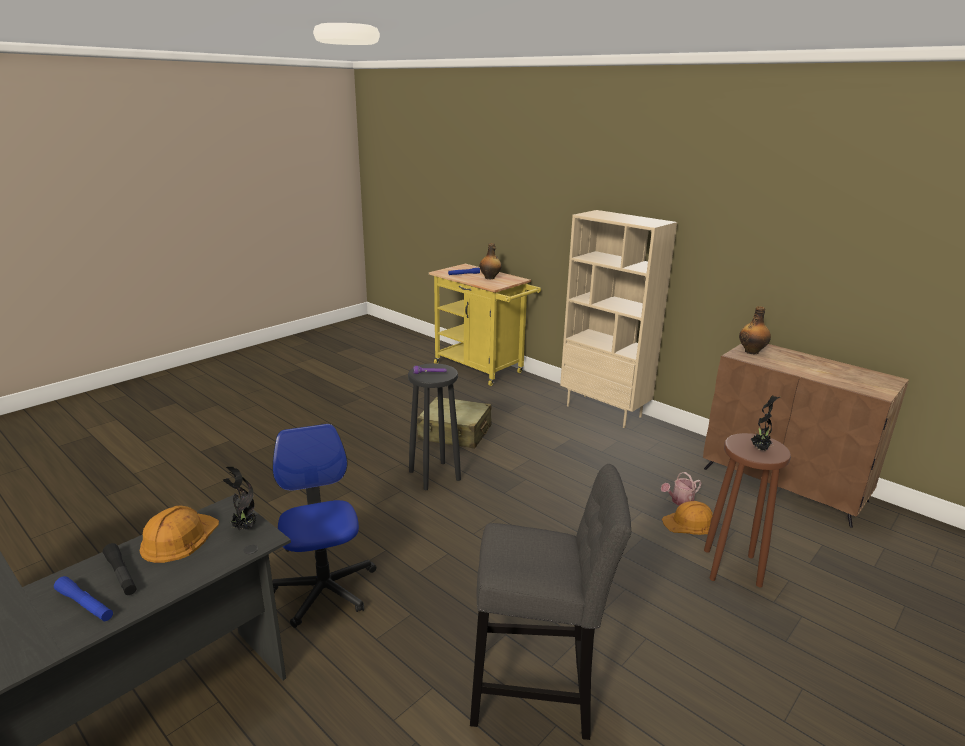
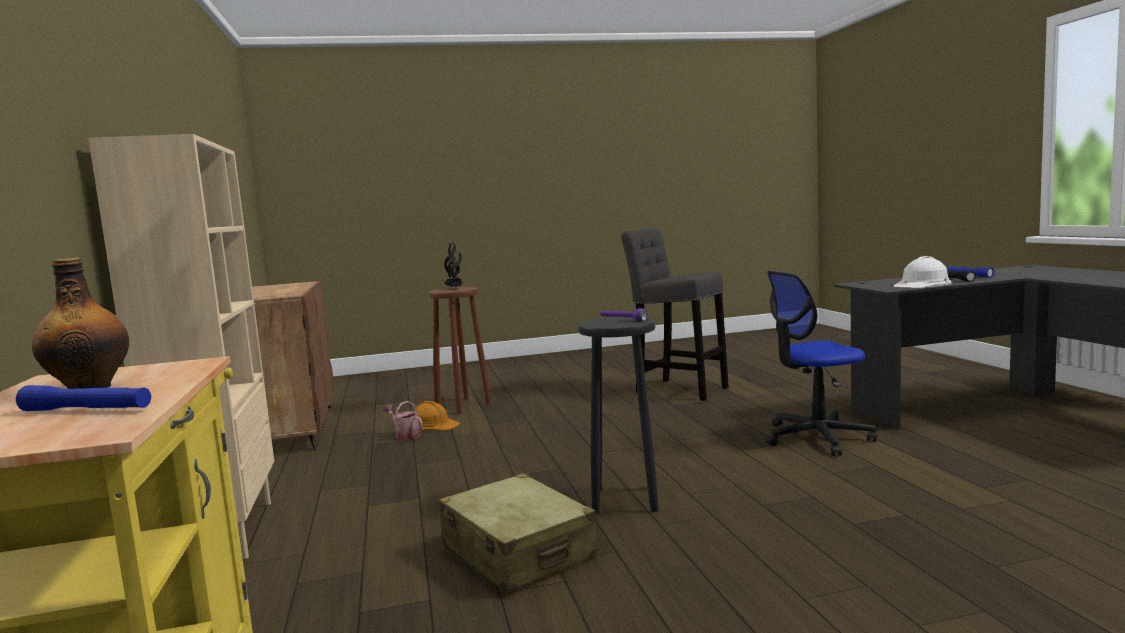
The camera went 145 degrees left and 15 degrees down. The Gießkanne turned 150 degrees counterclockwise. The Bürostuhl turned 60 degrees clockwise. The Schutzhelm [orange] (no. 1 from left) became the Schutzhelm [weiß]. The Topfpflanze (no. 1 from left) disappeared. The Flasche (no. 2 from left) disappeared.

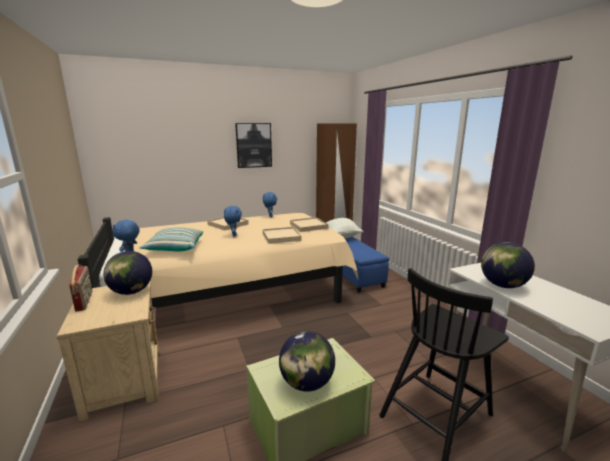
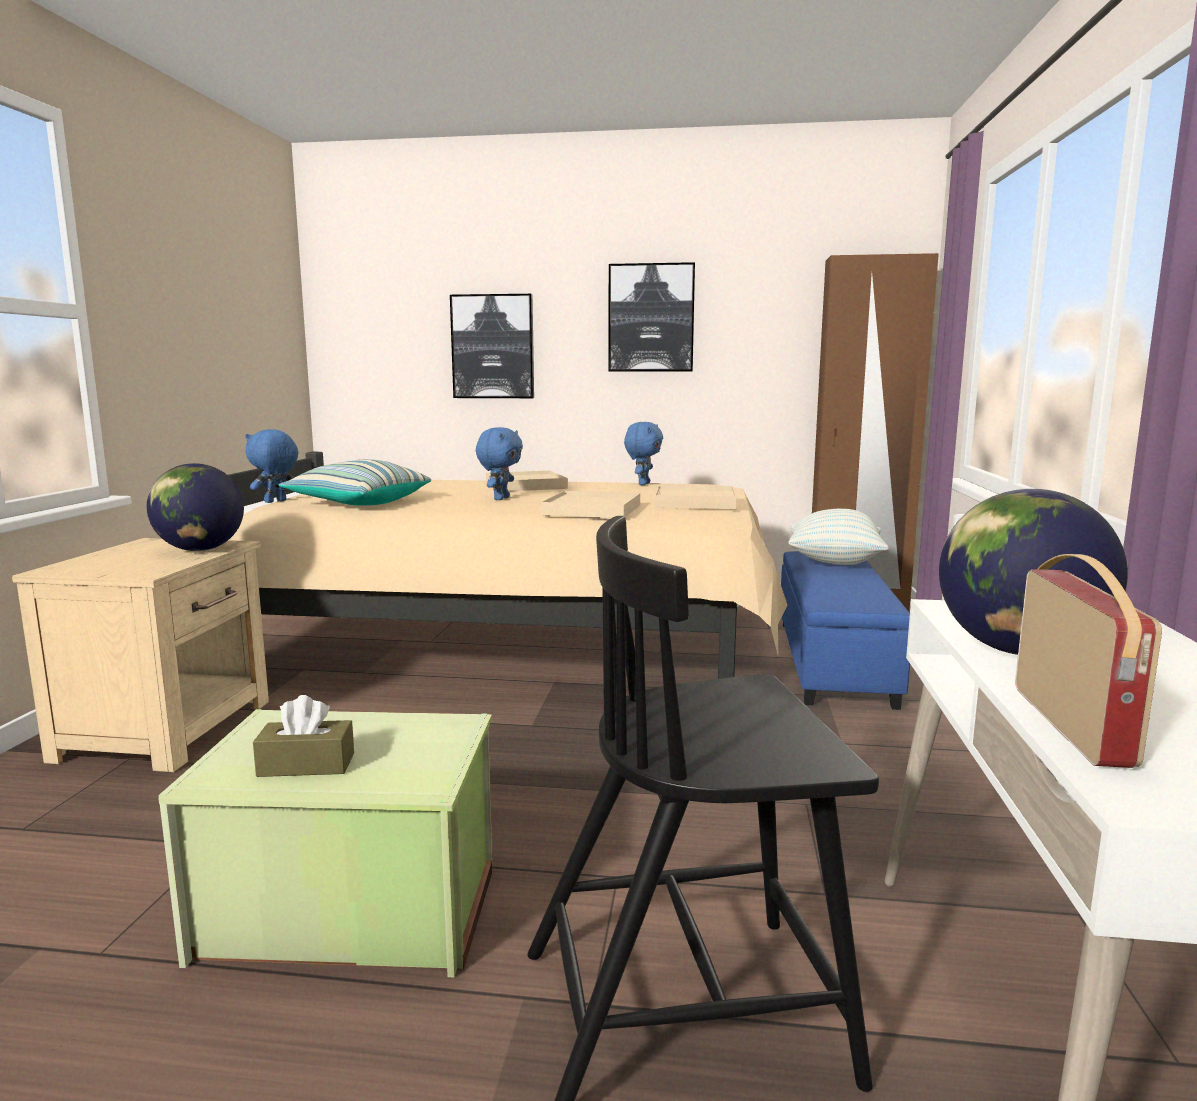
The camera went 30 degrees right and 5 degrees down. The Globus (no. 2 from left) was replaced by the Taschentuchbox [braun]. The Bild (no. 1 from left) appeared. The Radio moved.

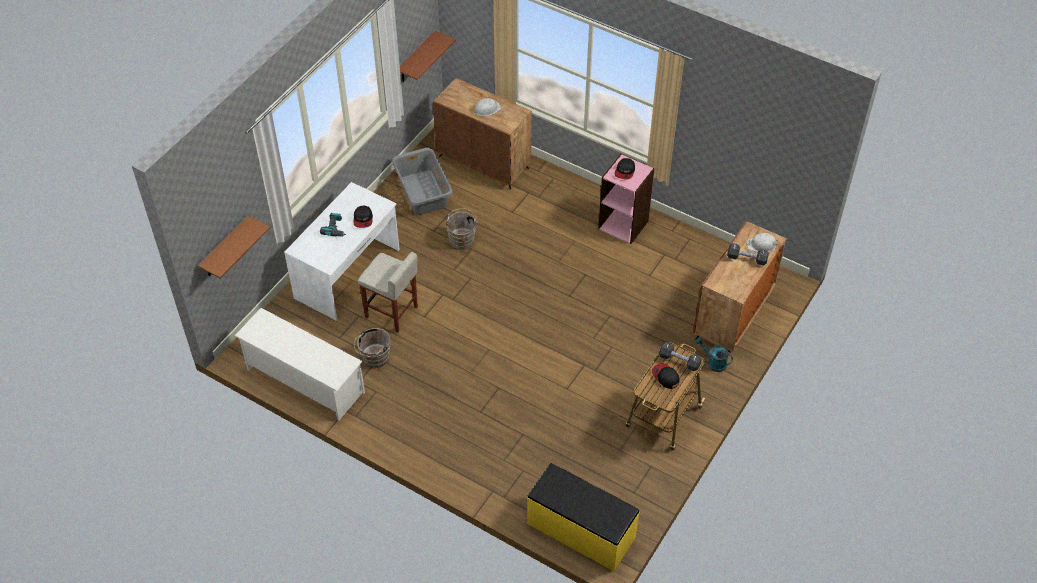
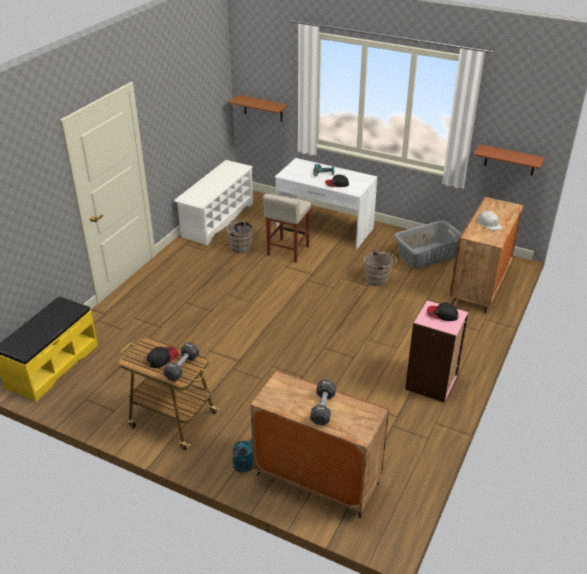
The camera went 85 degrees right and 15 degrees down. The Schutzhelm [weiß] (no. 2 from left) disappeared.

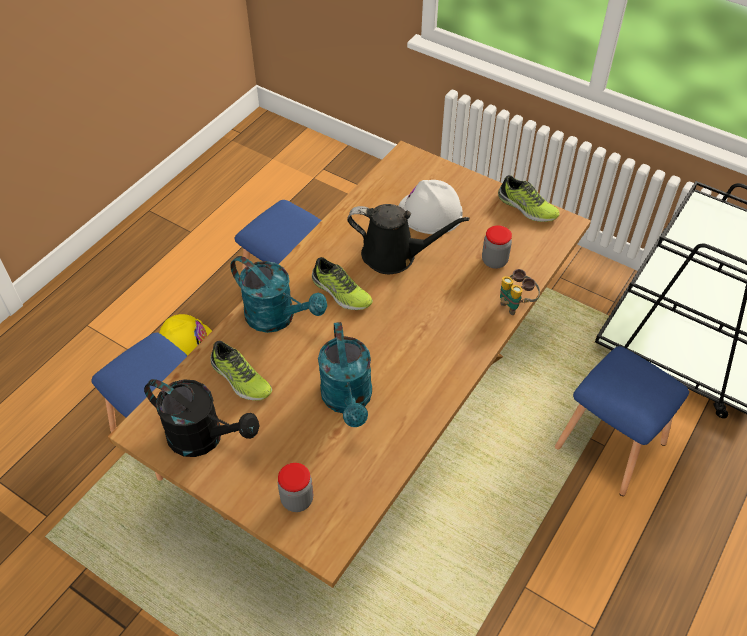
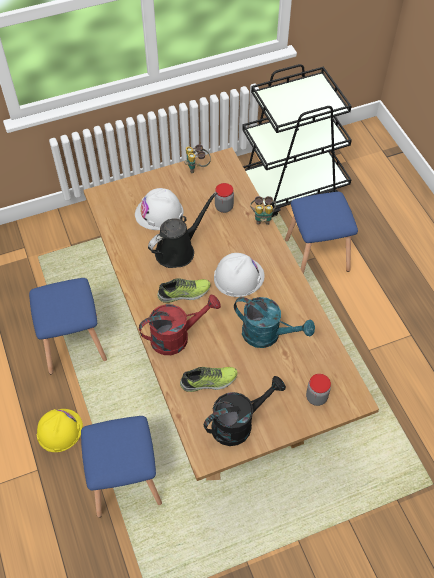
The camera went 55 degrees left and 5 degrees up. The Gießkanne [türkis] (no. 1 from left) became the Gießkanne [rot]. The Schuh (no. 3 from left) was replaced by the Fernglas (no. 1 from left). The Schutzhelm [weiß] (no. 2 from left) appeared.

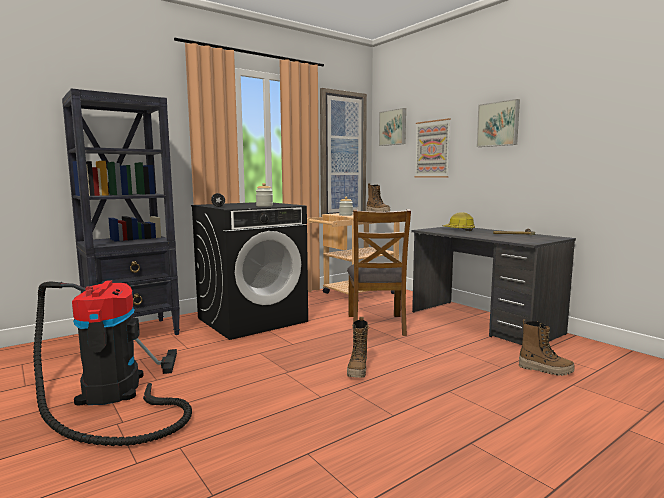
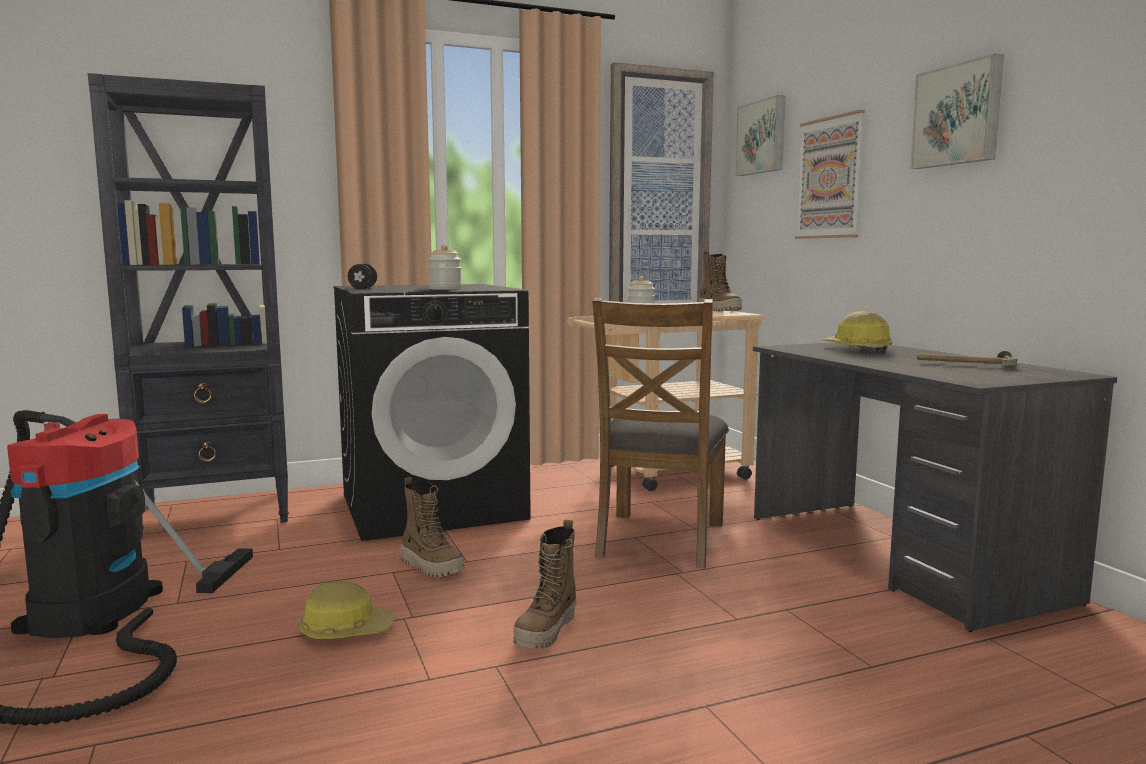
The camera went 15 degrees right and 0 degrees up. The Schutzhelm (no. 1 from left) appeared. The Stiefel (no. 3 from left in the first image) moved.

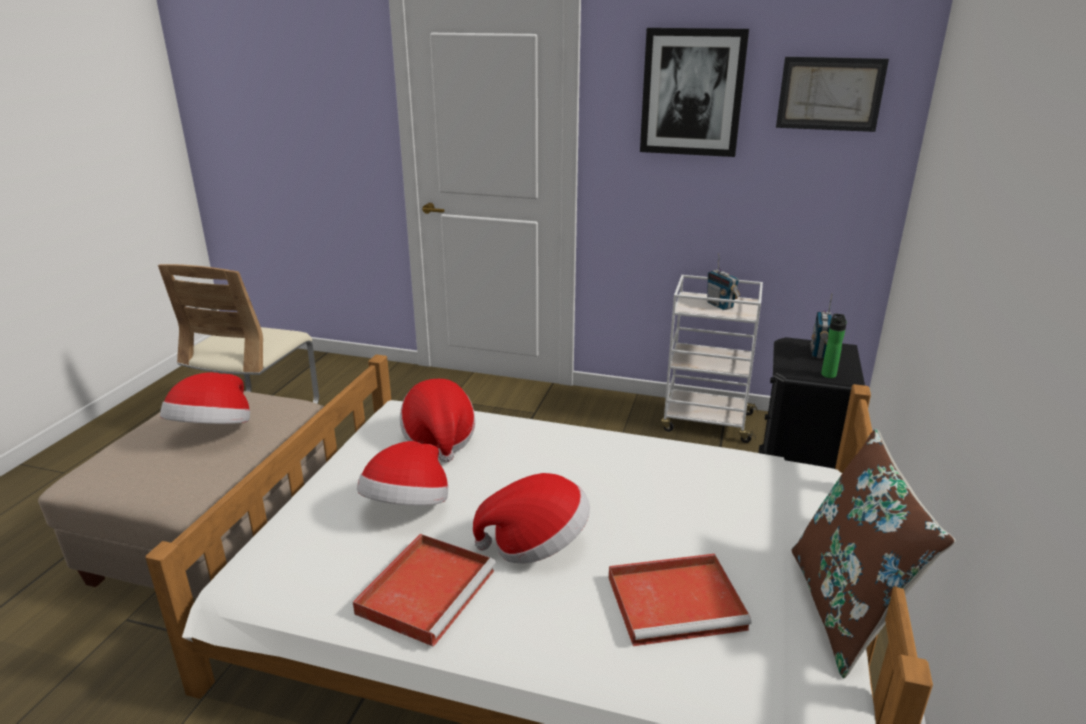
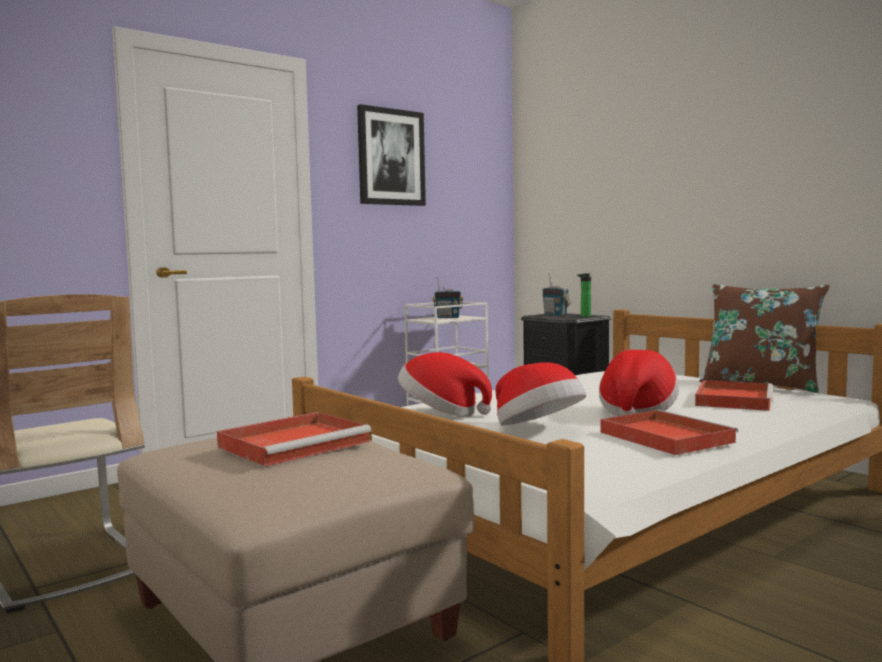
The camera went 55 degrees left and 20 degrees down. The Hut (no. 1 from left) was replaced by the Tablett [rot] (no. 1 from left). The Bild (no. 2 from left) disappeared.

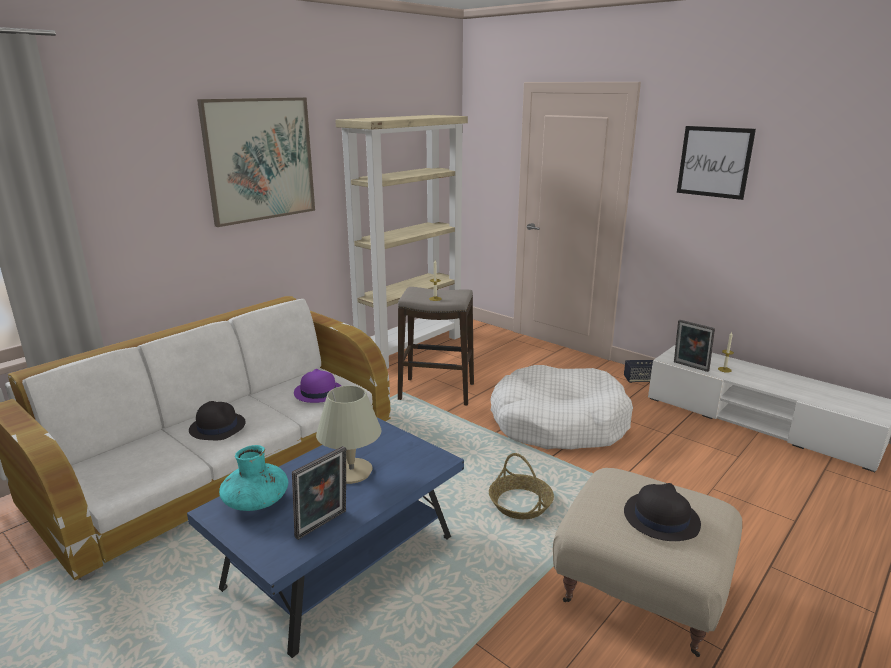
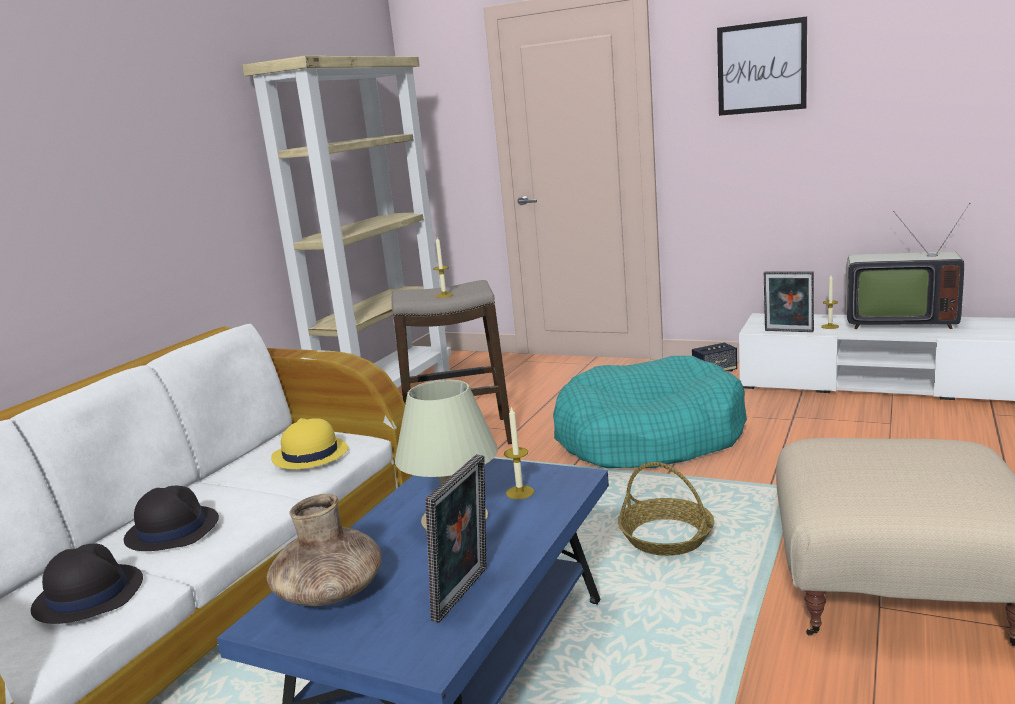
The camera went 15 degrees left and 5 degrees down. The Hut [schwarz] (no. 2 from left in the first image) moved. The Vase [türkis] became the Vase [braun]. The Hut [lila] became the Hut [gelb]. The Kerze (no. 2 from left) appeared. The Hundebett [weiß] became the Hundebett [türkis]. The Fernseher appeared. The Bild (no. 1 from left) disappeared.

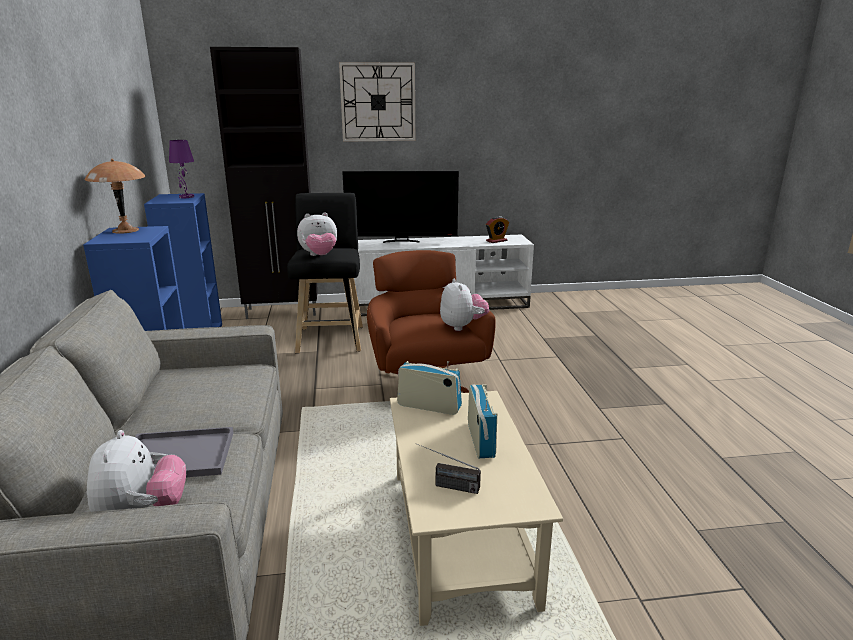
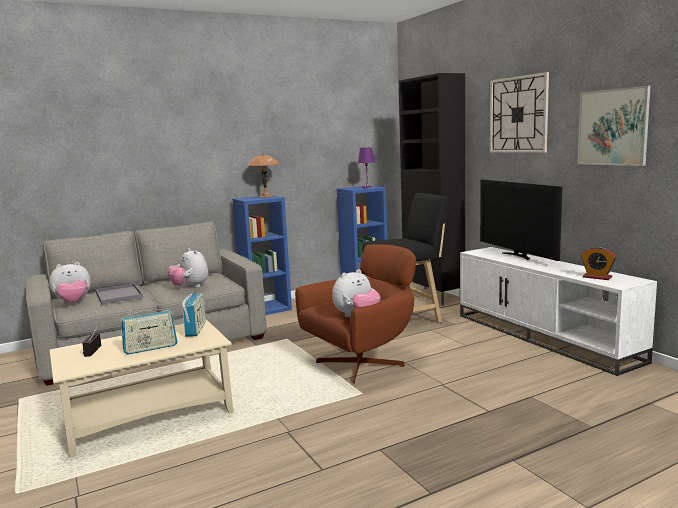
The camera went 70 degrees right and 10 degrees down. The Plüschtier (no. 2 from left) moved. The Bild appeared.

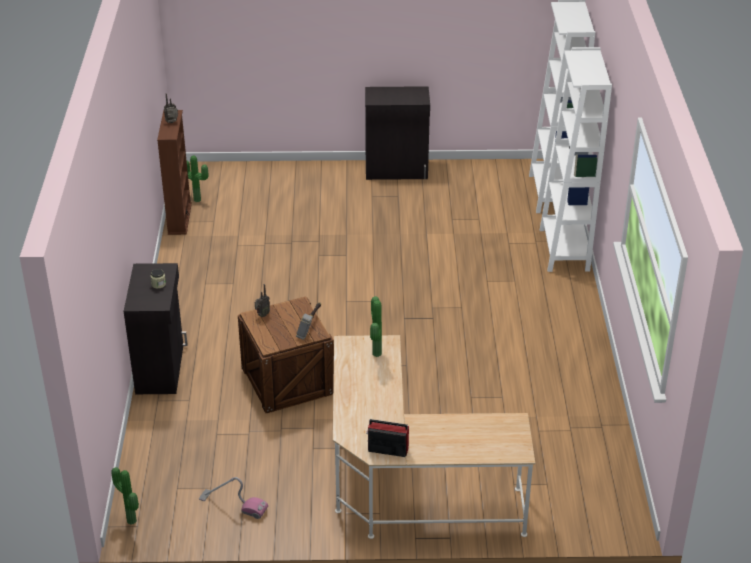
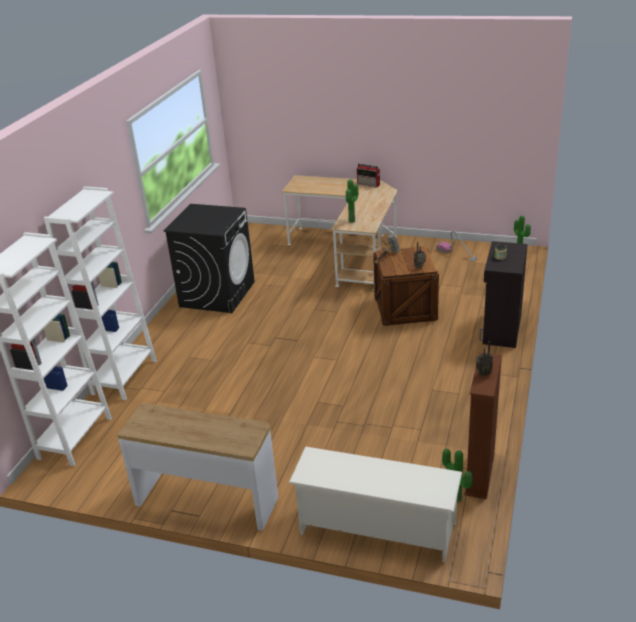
The camera went 160 degrees left and 5 degrees down. The Schrank [schwarz] (no. 2 from left) was replaced by the Konsolentisch. The Waschmaschine [schwarz] appeared. The Schuhregal [weiß] appeared.

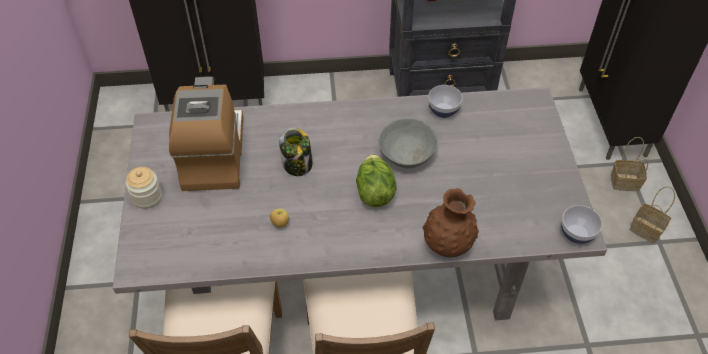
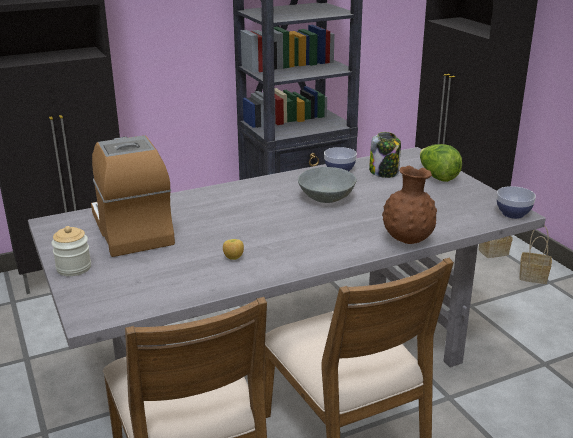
The camera went 20 degrees left and 25 degrees down. The Vorratsglas (no. 2 from left) moved. The Salatkopf moved.

